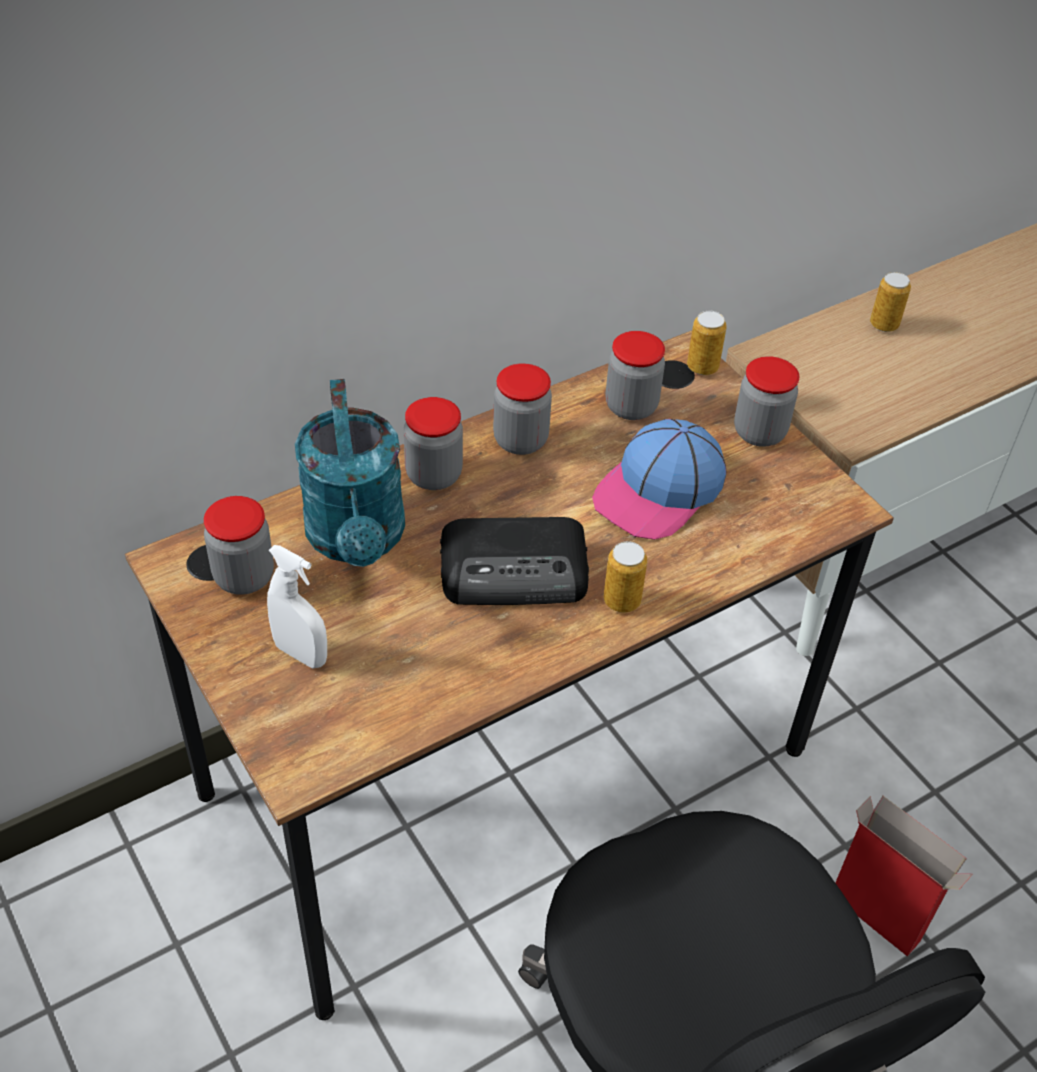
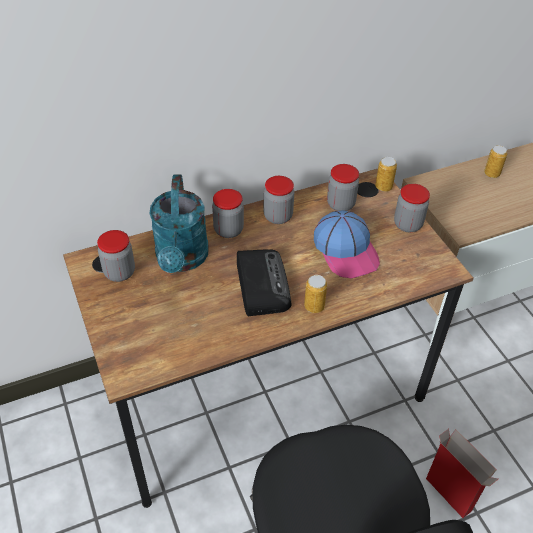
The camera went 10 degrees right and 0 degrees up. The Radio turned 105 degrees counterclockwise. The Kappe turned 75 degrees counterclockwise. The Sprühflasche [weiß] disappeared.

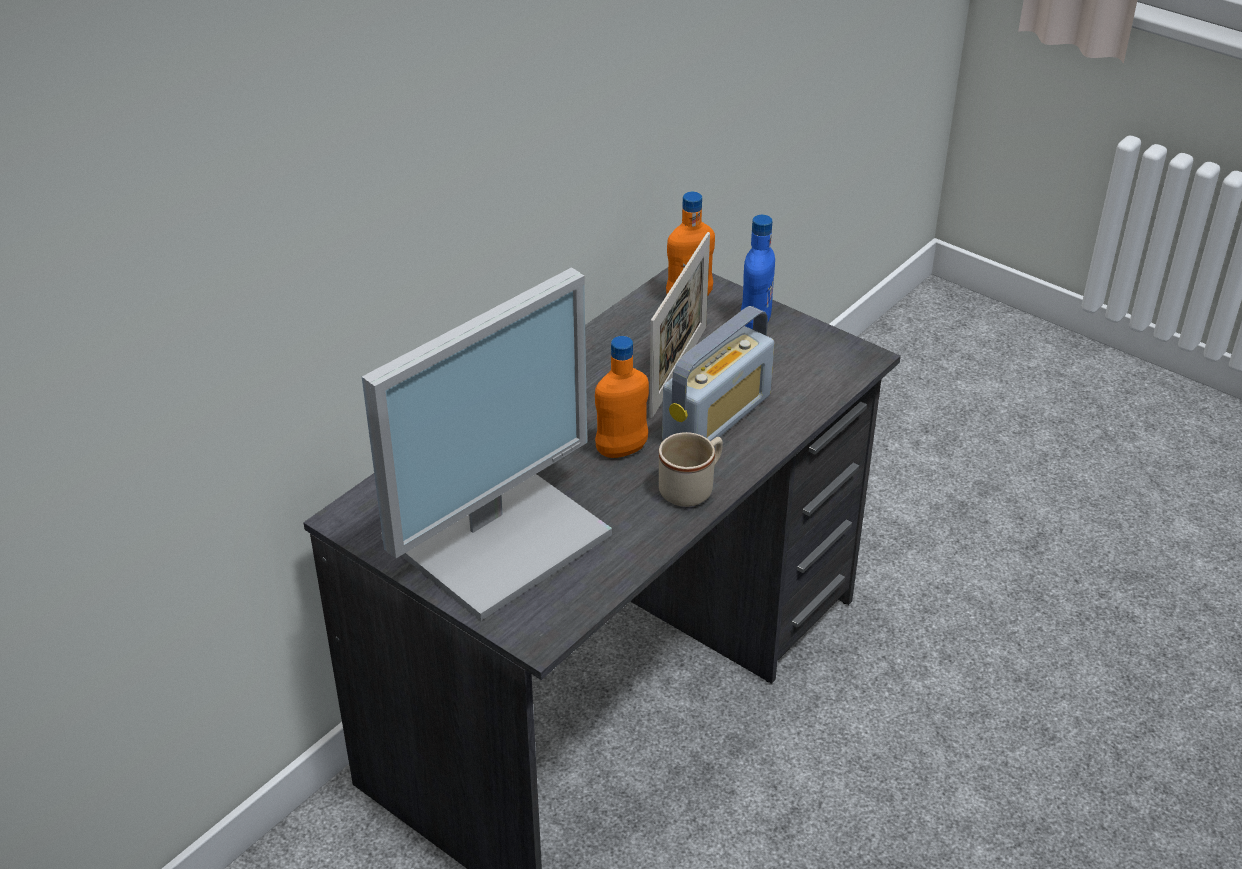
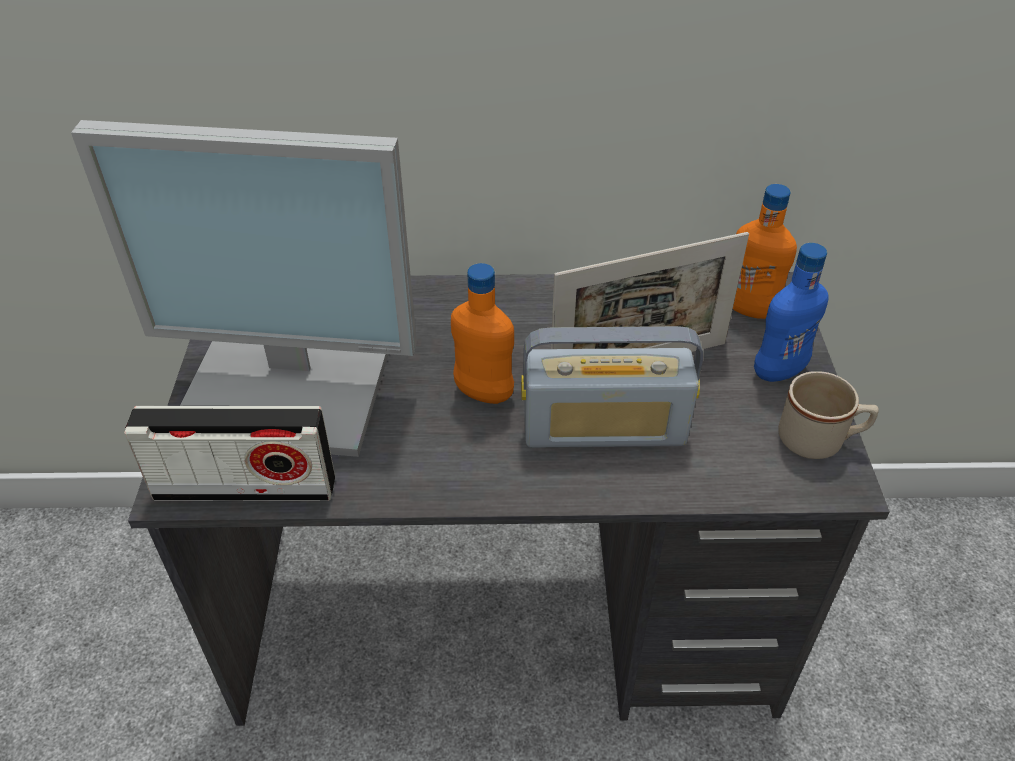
The camera went 50 degrees right and 5 degrees up. The Radio (no. 1 from left) appeared. The Henkelbecher [beige] moved.

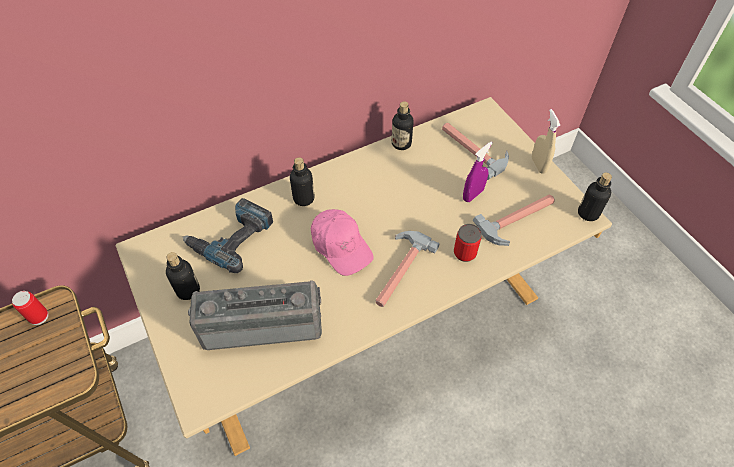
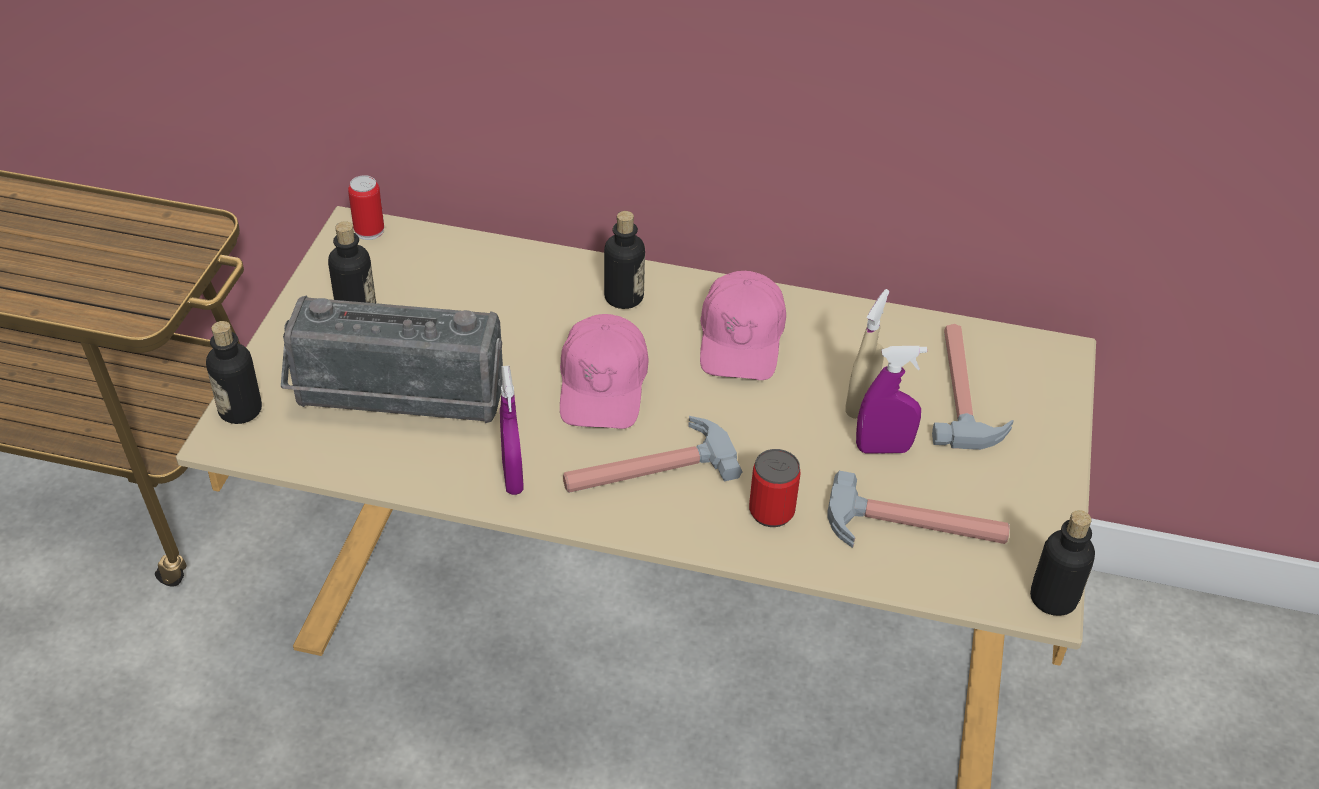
The camera went 40 degrees right and 10 degrees down. The Flasche (no. 3 from left in the first image) moved. The Radio turned 150 degrees clockwise. The Dose (no. 1 from left) moved. The Sprühflasche [lila] (no. 1 from left) appeared. The Kappe [rosa] (no. 2 from left) appeared. The Sprühflasche [beige] moved. The Bohrmaschine disappeared.

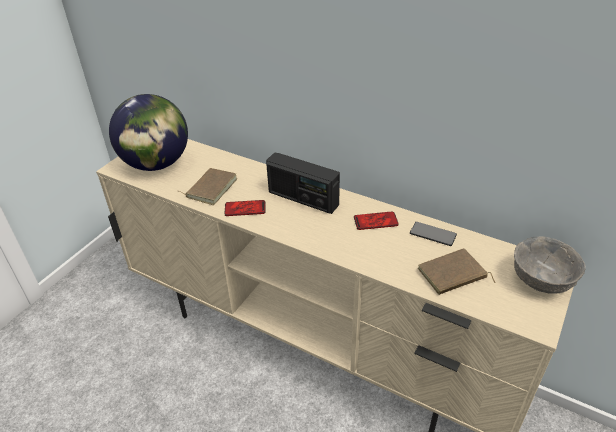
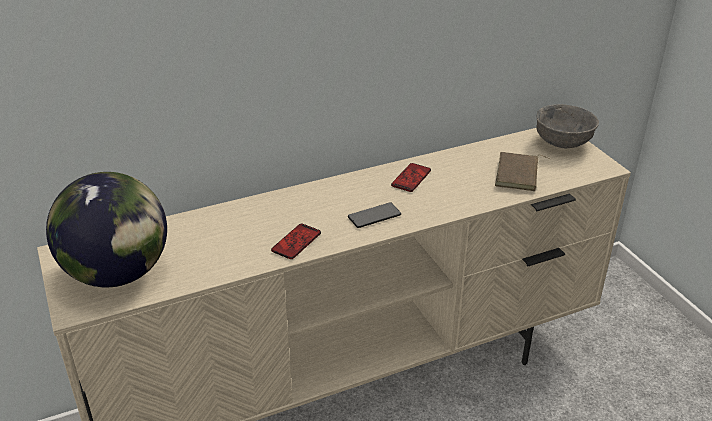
The camera went 55 degrees left and 5 degrees down. The Handy (no. 3 from left in the first image) moved. The Buch [braun] (no. 1 from left) disappeared. The Radio disappeared.

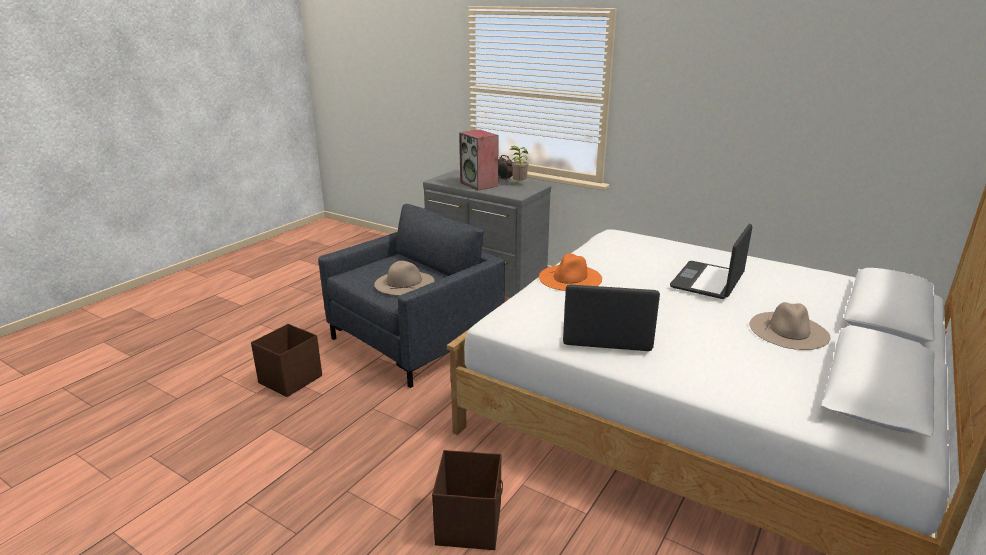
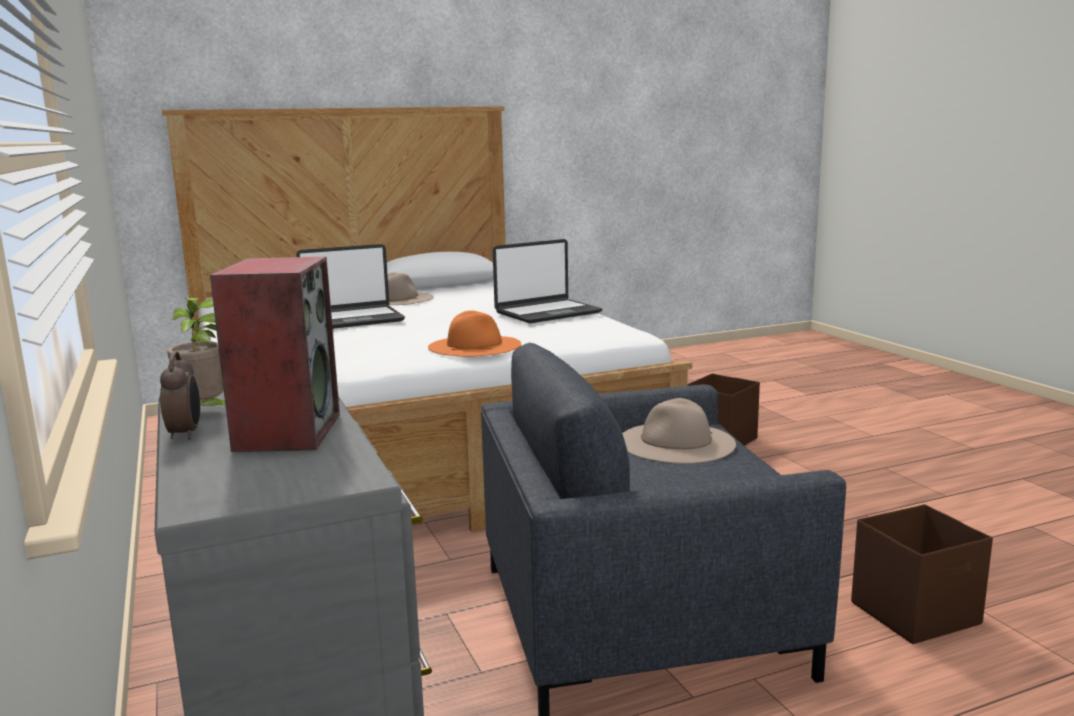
The camera went 145 degrees left and 10 degrees down. The Laptop (no. 1 from left in the first image) turned 75 degrees counterclockwise.

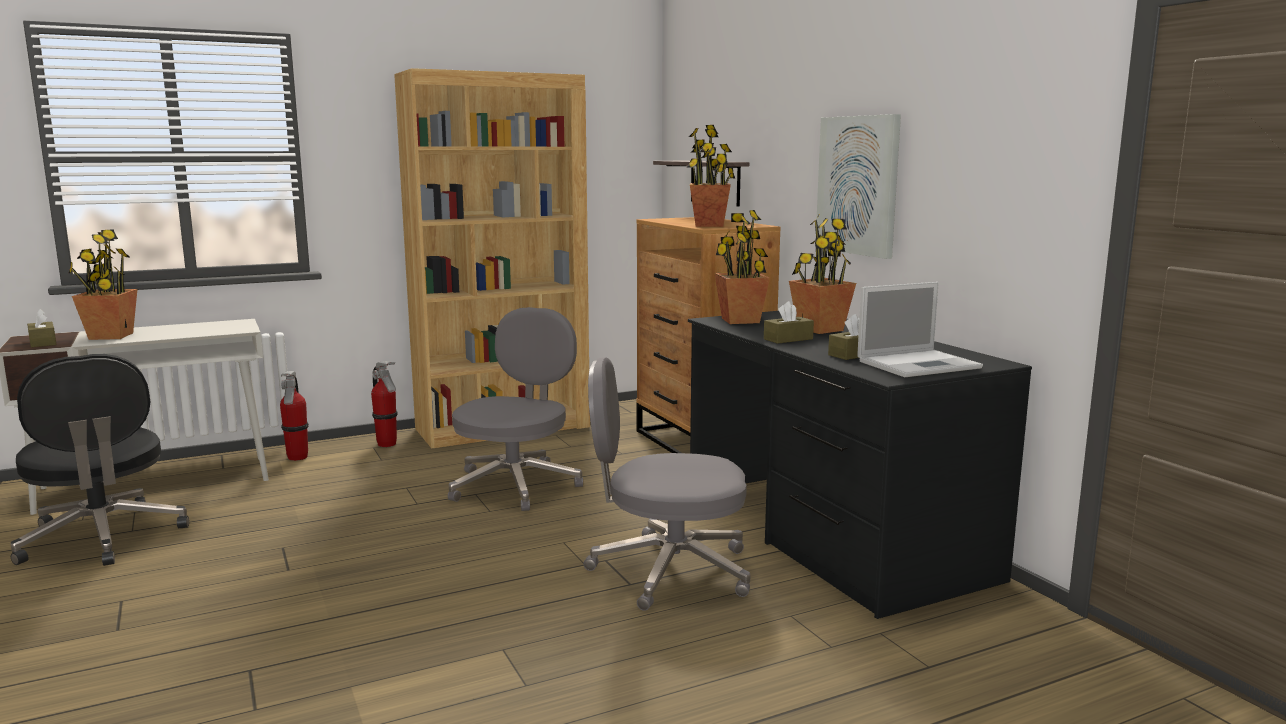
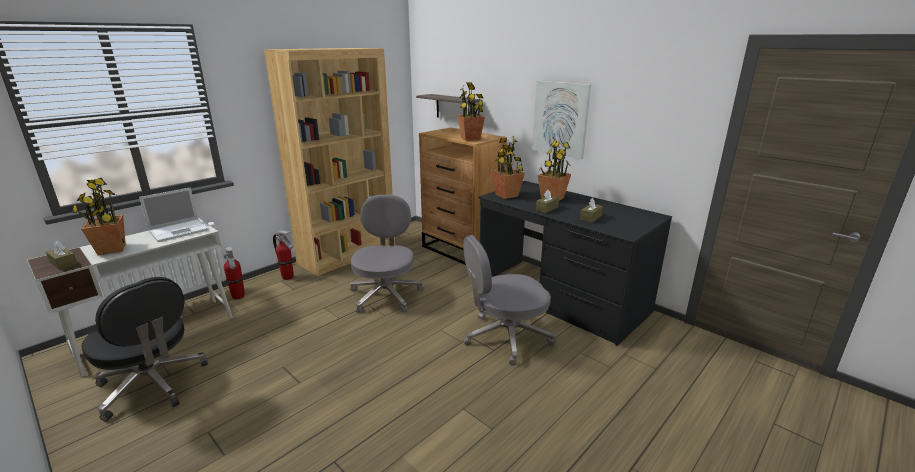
The camera went 20 degrees left and 10 degrees up. The Laptop moved.

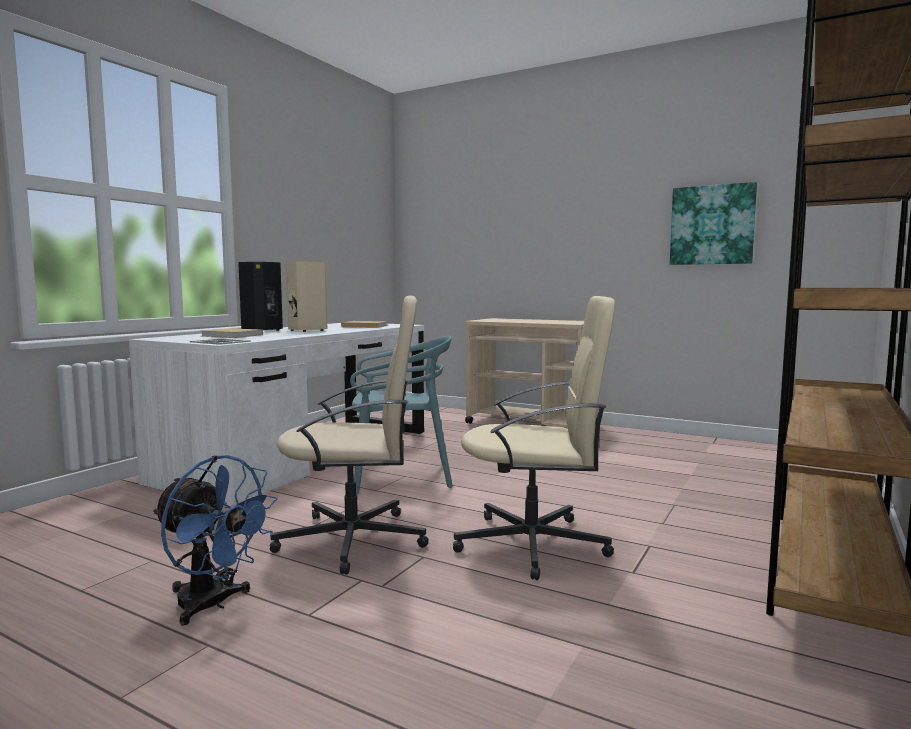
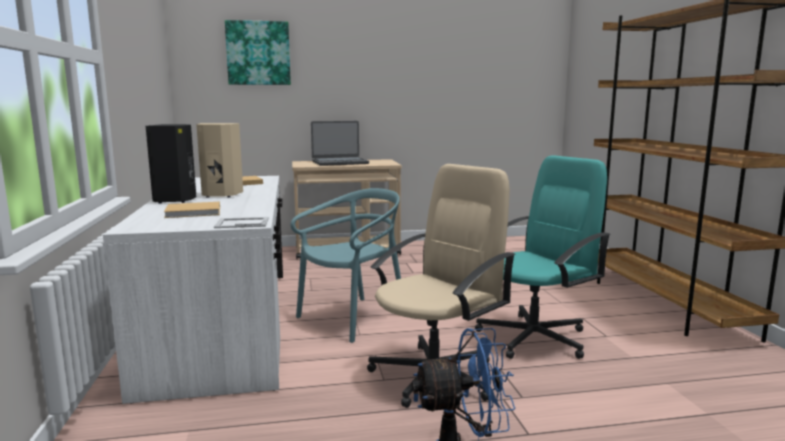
The camera went 40 degrees left and 5 degrees up. The Bild moved. The Laptop appeared. The Bürostuhl [beige] (no. 2 from left) became the Bürostuhl [türkis].

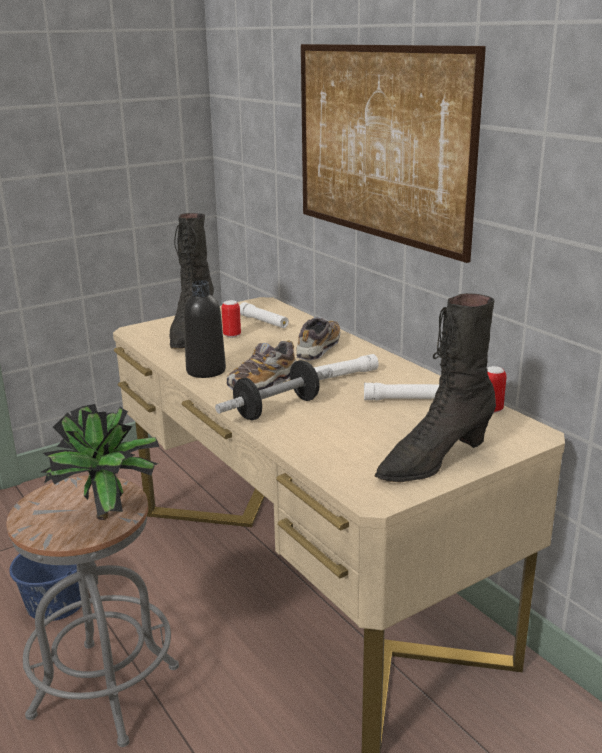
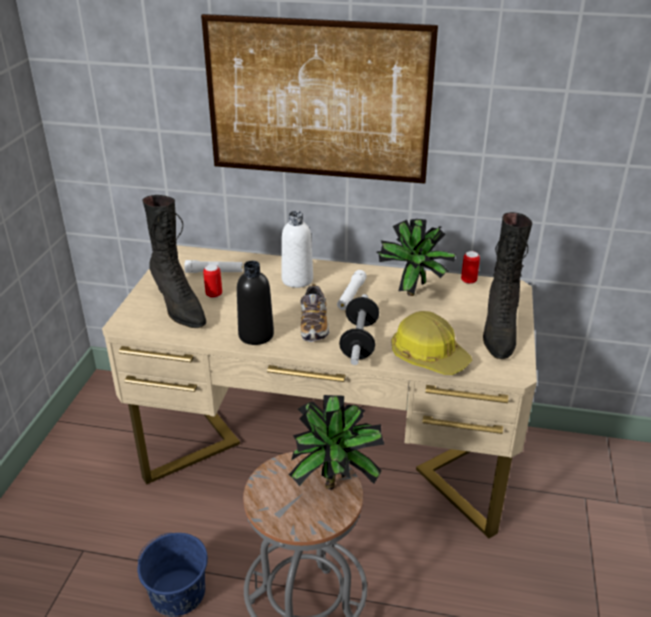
The camera went 45 degrees left and 10 degrees up. The Schuh (no. 2 from left) was replaced by the Flasche [weiß]. The Taschenlampe [weiß] (no. 3 from left) was replaced by the Topfpflanze (no. 2 from left). The Schutzhelm appeared.

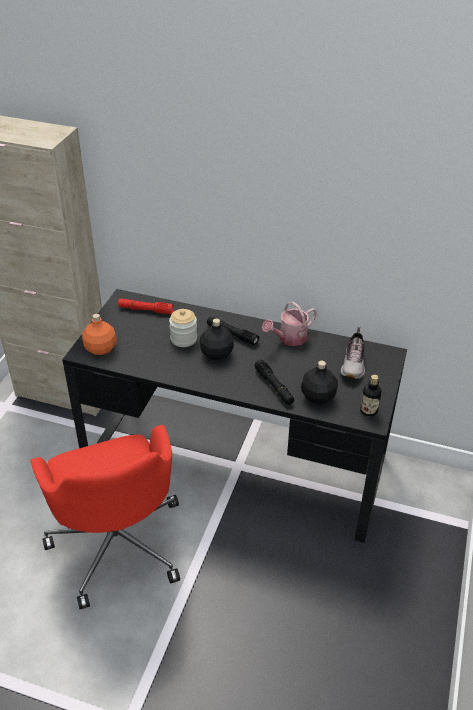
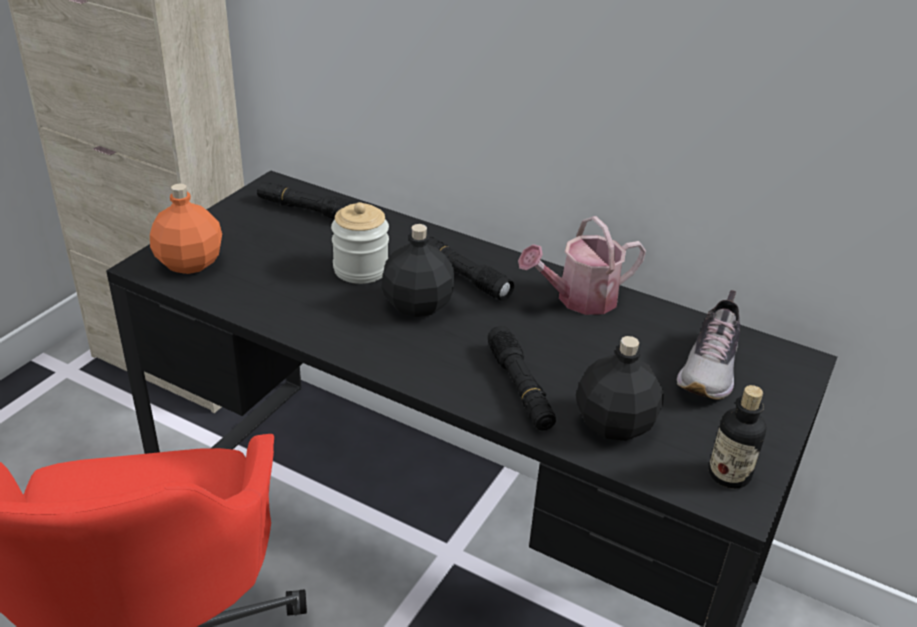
The camera went 10 degrees right and 5 degrees down. The Taschenlampe [rot] became the Taschenlampe [schwarz] (no. 1 from left).

